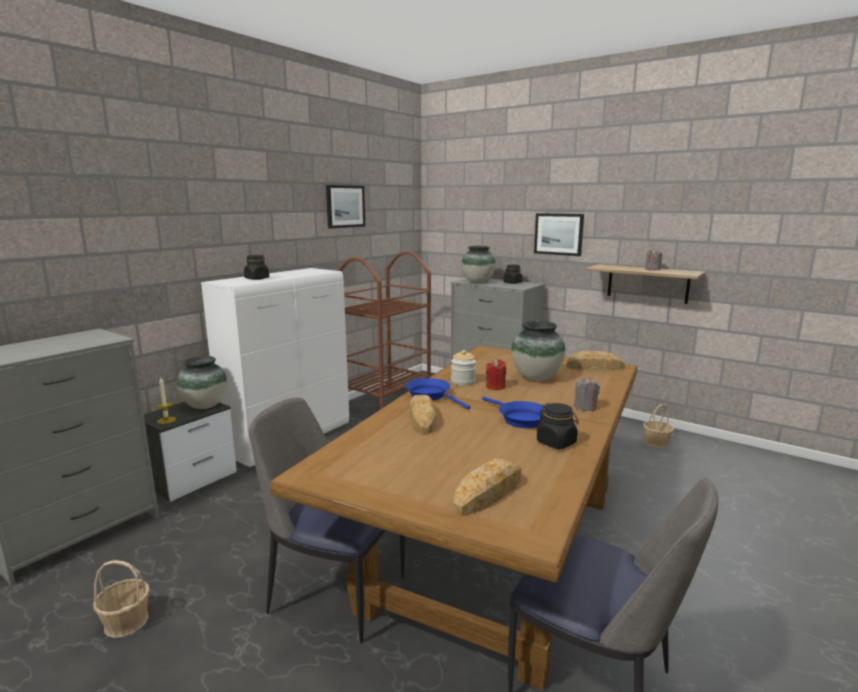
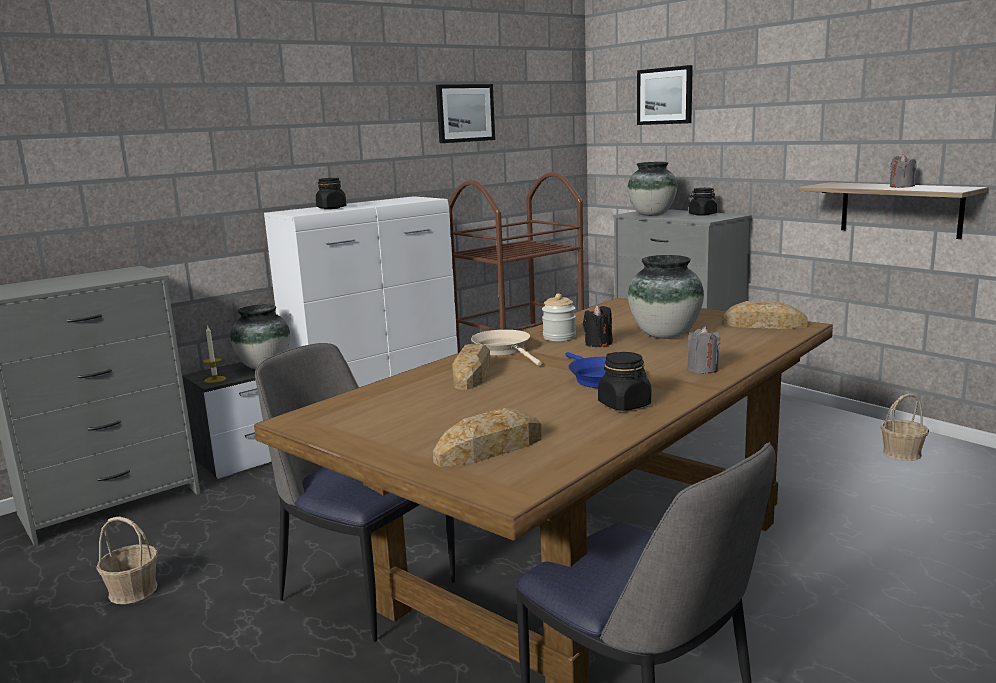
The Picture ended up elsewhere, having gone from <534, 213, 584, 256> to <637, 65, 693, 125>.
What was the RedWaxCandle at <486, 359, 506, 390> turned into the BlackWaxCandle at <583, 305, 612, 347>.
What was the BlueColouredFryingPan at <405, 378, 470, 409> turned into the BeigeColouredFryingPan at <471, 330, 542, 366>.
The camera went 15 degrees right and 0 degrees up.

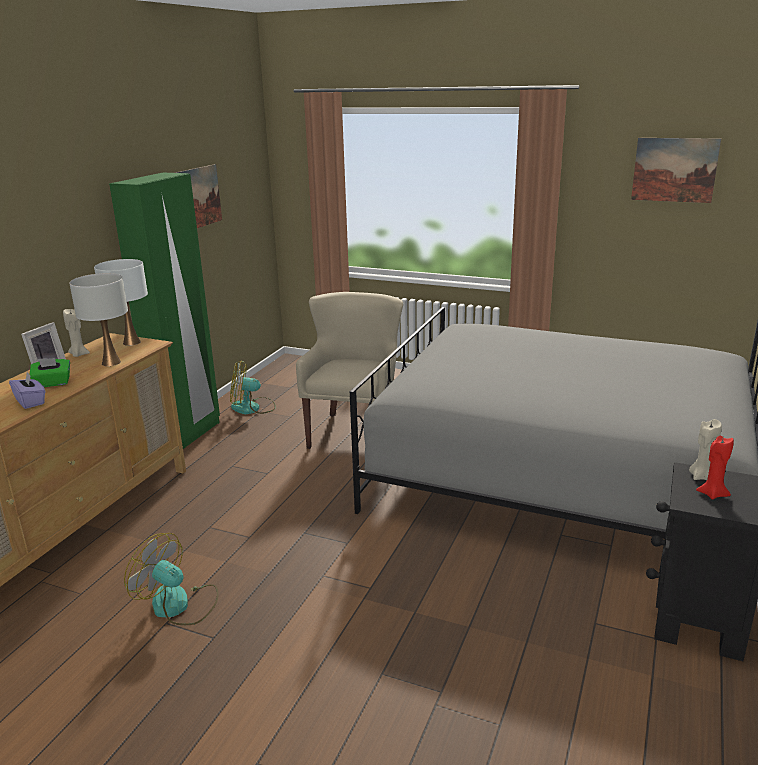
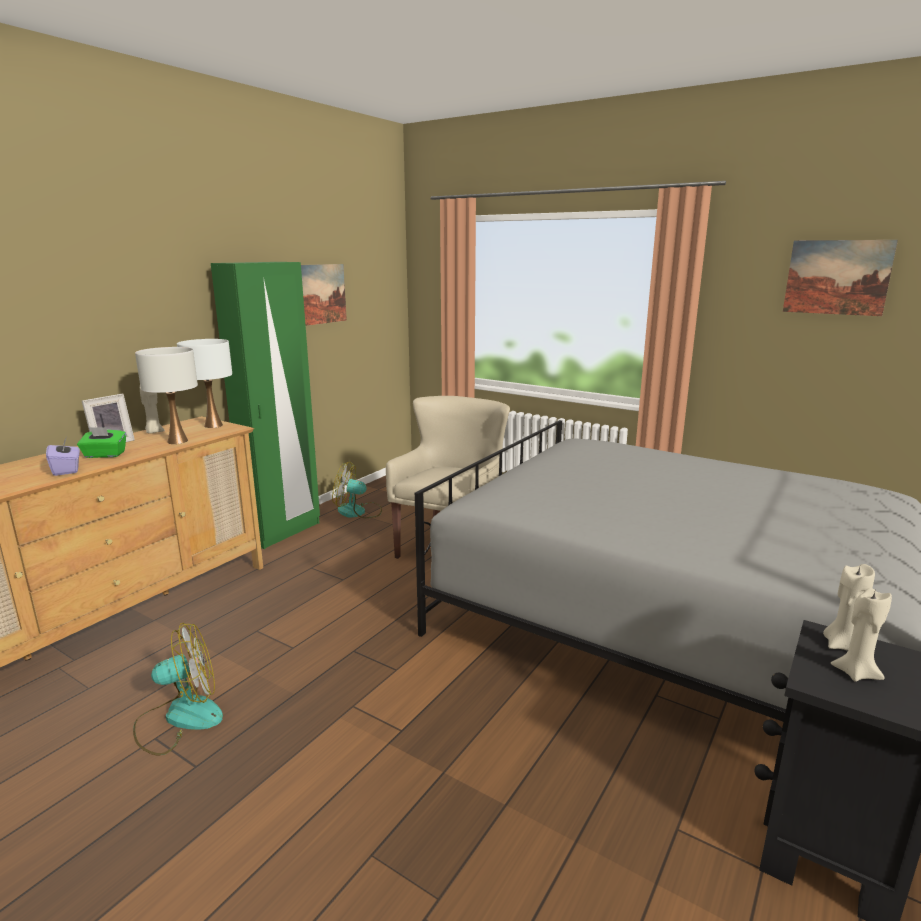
What was the RedWaxCandle at <696, 436, 734, 500> turned into the BeigeColouredWaxCandle at <831, 588, 892, 682>.
The ElectricFan at <124, 533, 219, 625> ended up facing another way, 120 degrees clockwise from before.
The camera went 10 degrees right and 5 degrees down.

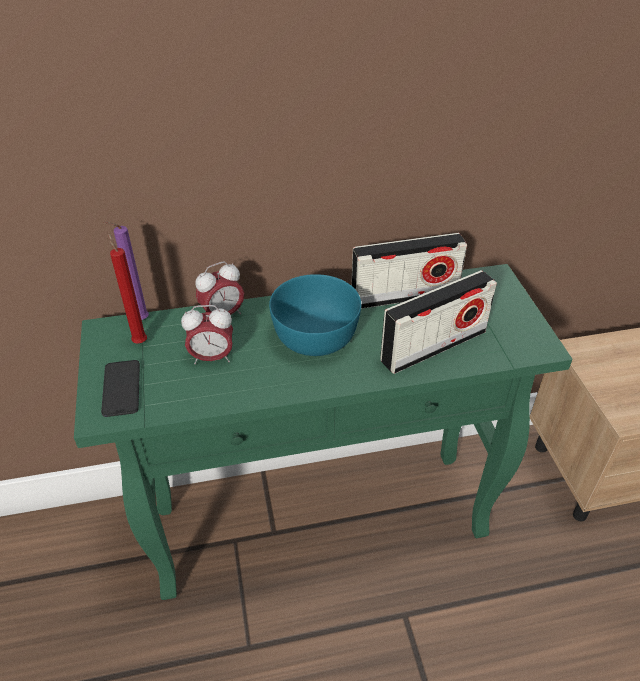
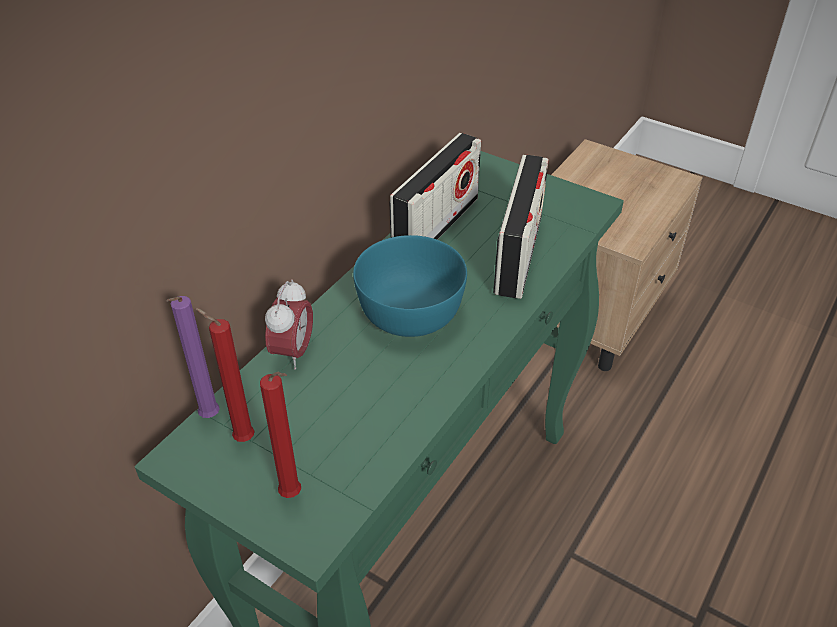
The second view lost the TableClock at <181, 305, 233, 364>.
Where the Telephone stood at <101, 360, 140, 417>, the RedWaxCandle came to stand at <260, 372, 301, 498>.
The camera went 45 degrees left and 0 degrees up.

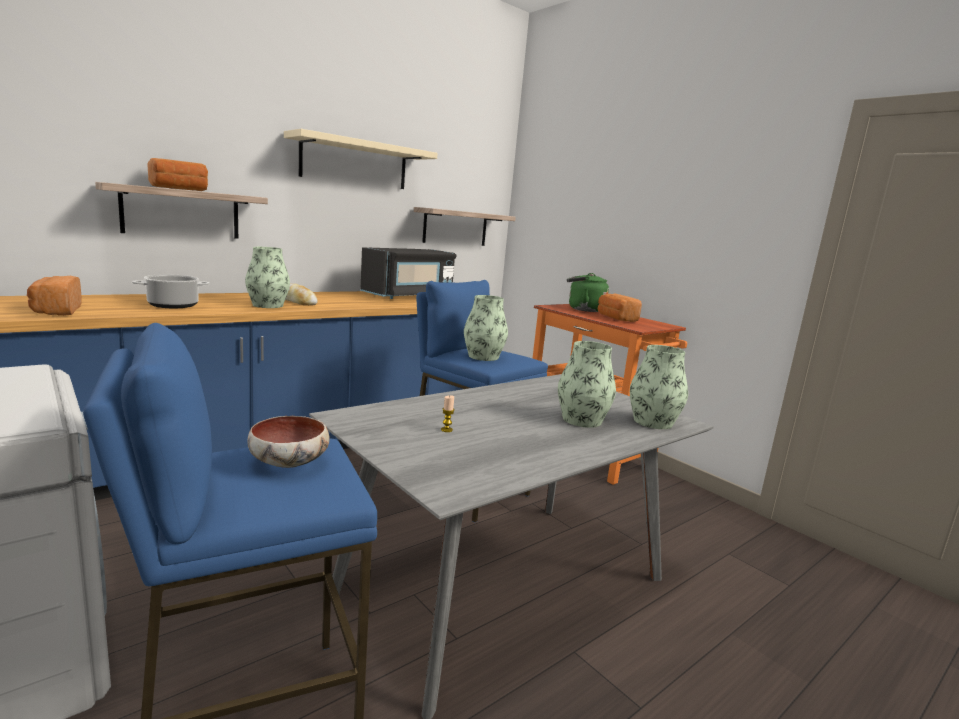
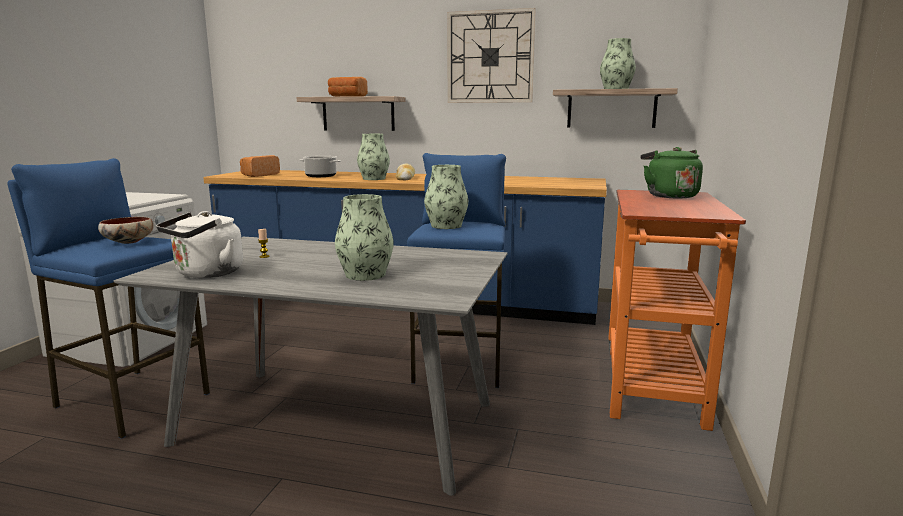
Where the BeigeColouredShelf hung at <284, 129, 438, 189>, the HangingClock came to hang at <448, 8, 536, 103>.
The second view lost the BlackKitchenMicrowave at <360, 247, 457, 299>.
The second view lost the Bread at <598, 293, 642, 322>.
The Vase ended up elsewhere, having gone from <630, 345, 688, 429> to <600, 38, 636, 89>.
The second view gained the WhiteColouredTeaKettle at <156, 211, 243, 278>.
The camera went 55 degrees right and 0 degrees up.

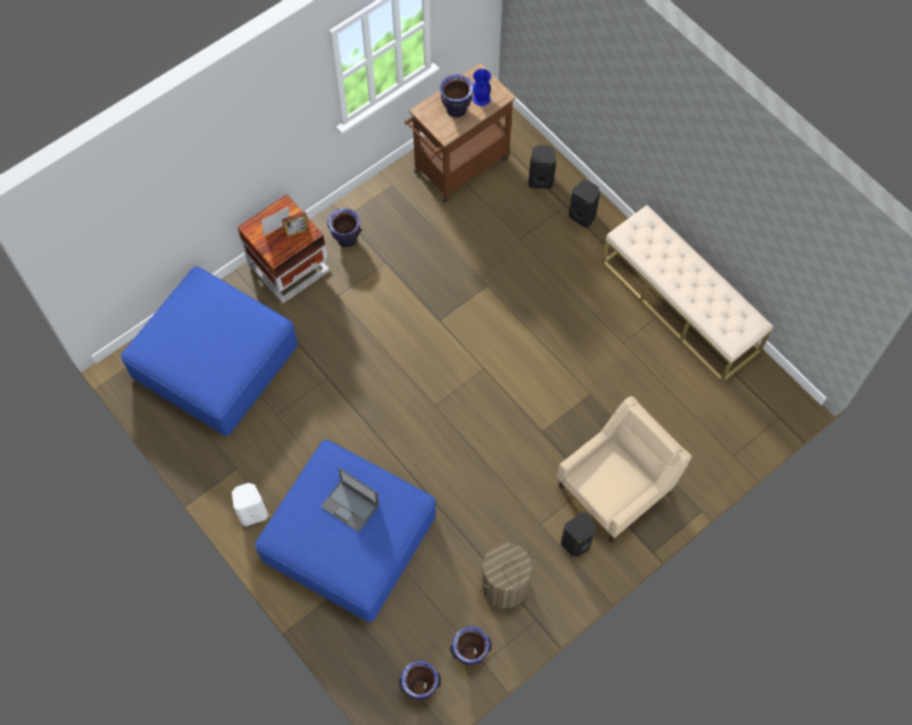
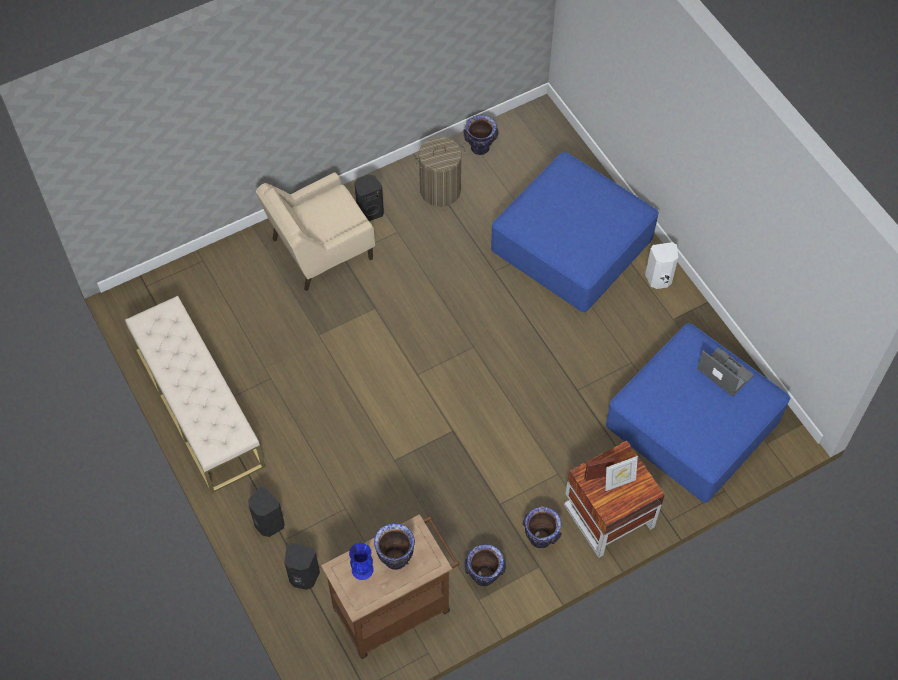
The PortableComputer ended up elsewhere, having gone from <321, 468, 379, 532> to <697, 347, 754, 397>.
The Vase ended up elsewhere, having gone from <399, 660, 441, 700> to <464, 544, 506, 586>.
The camera went 170 degrees left and 5 degrees down.

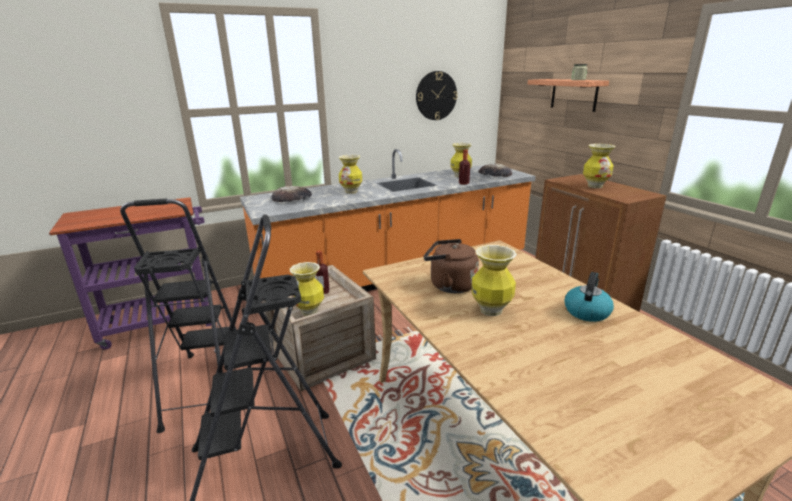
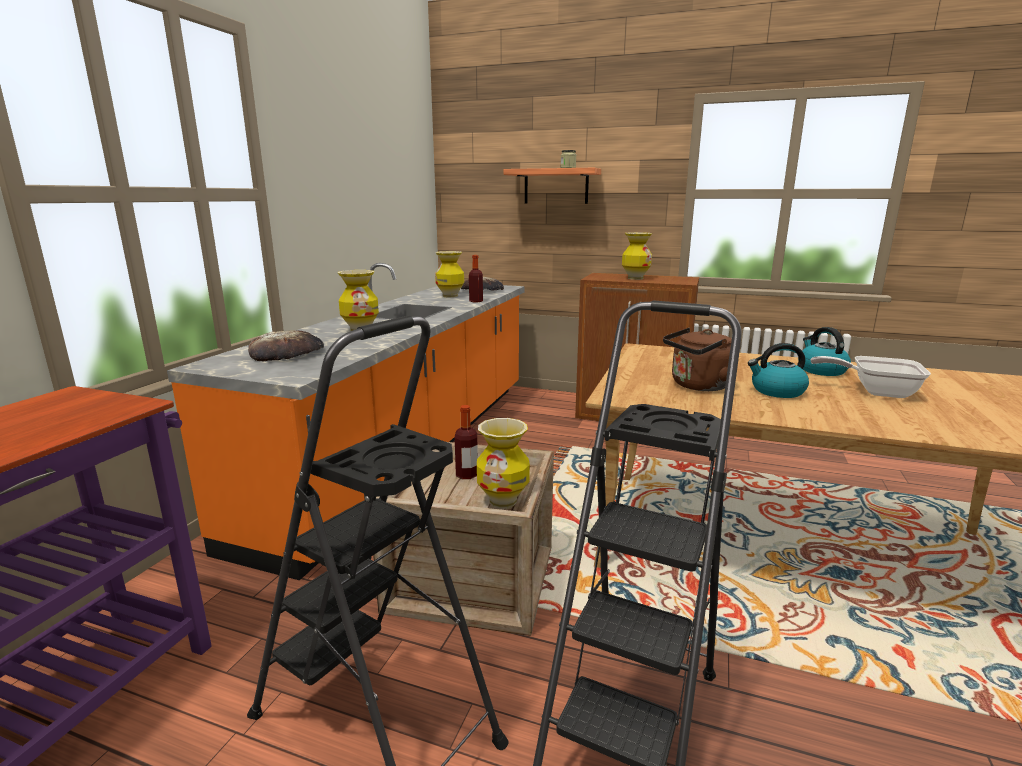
The second view lost the HangingClock at <416, 71, 458, 120>.
Where the Vase stood at <471, 245, 517, 316>, the TeaKettle came to stand at <748, 343, 809, 398>.
The second view gained the FryingPan at <810, 356, 931, 398>.
The camera went 45 degrees left and 5 degrees down.

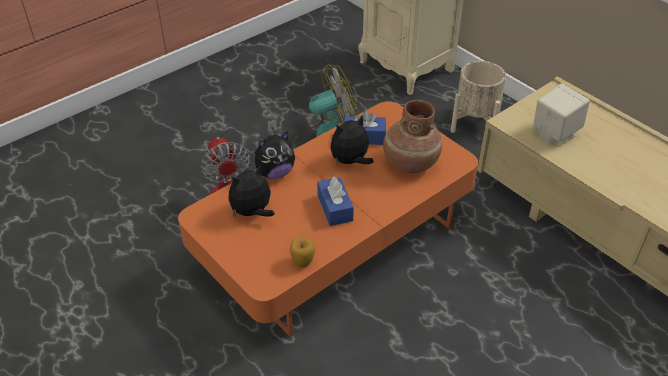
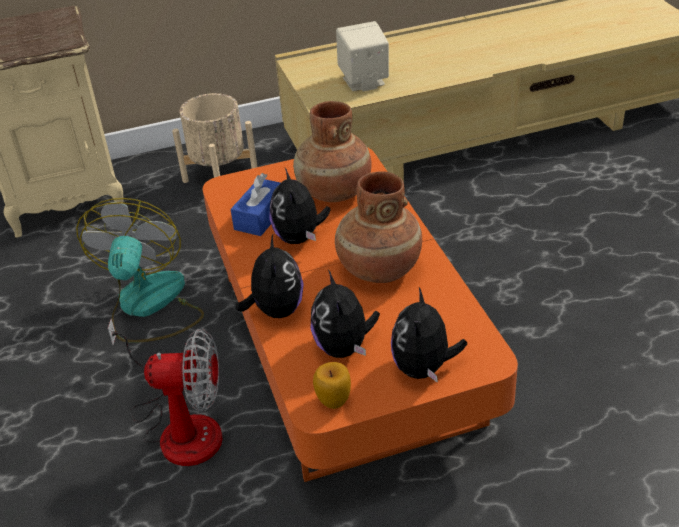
Where the BlueColouredTissueBox stood at <317, 176, 354, 226>, the BrownVase came to stand at <335, 172, 422, 283>.
The AppleFruit ended up elsewhere, having gone from <290, 237, 315, 267> to <313, 362, 351, 409>.
The second view gained the CuddlyToy at <391, 288, 467, 383>.
The camera went 65 degrees left and 5 degrees down.

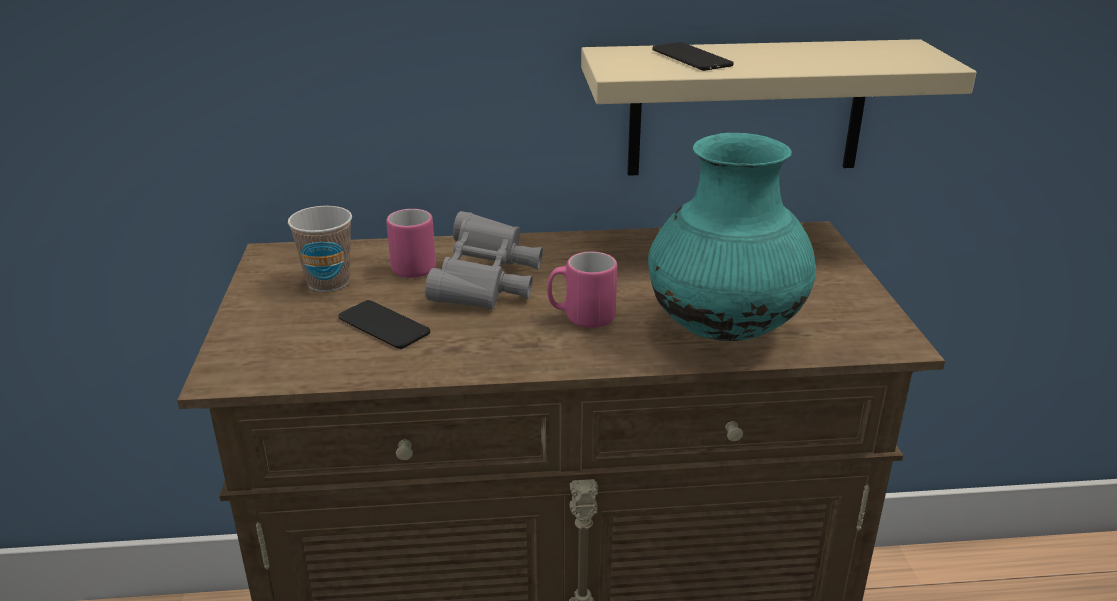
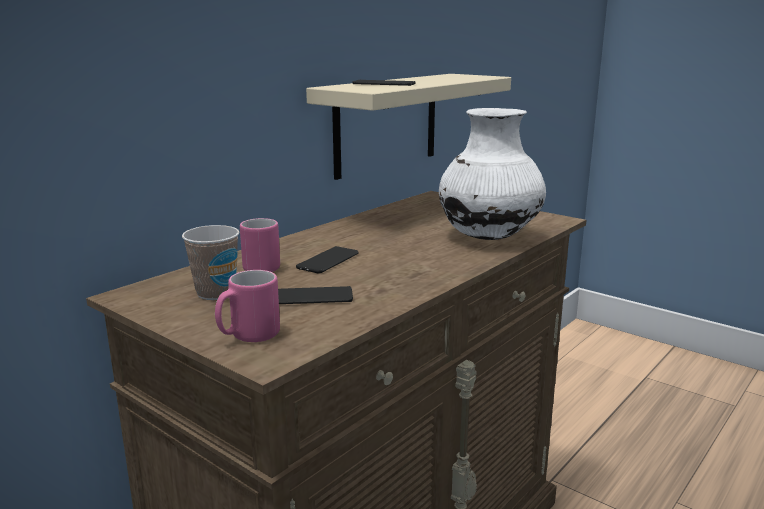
What was the TurquoiseColouredVase at <648, 133, 816, 341> turned into the WhiteColouredVase at <439, 108, 546, 240>.
Where the GrayFieldGlasses stood at <425, 211, 543, 310>, the Telephone came to stand at <296, 246, 358, 274>.
The PinkColouredTeaMug ended up elsewhere, having gone from <547, 252, 617, 328> to <215, 270, 280, 342>.
The camera went 45 degrees left and 10 degrees down.

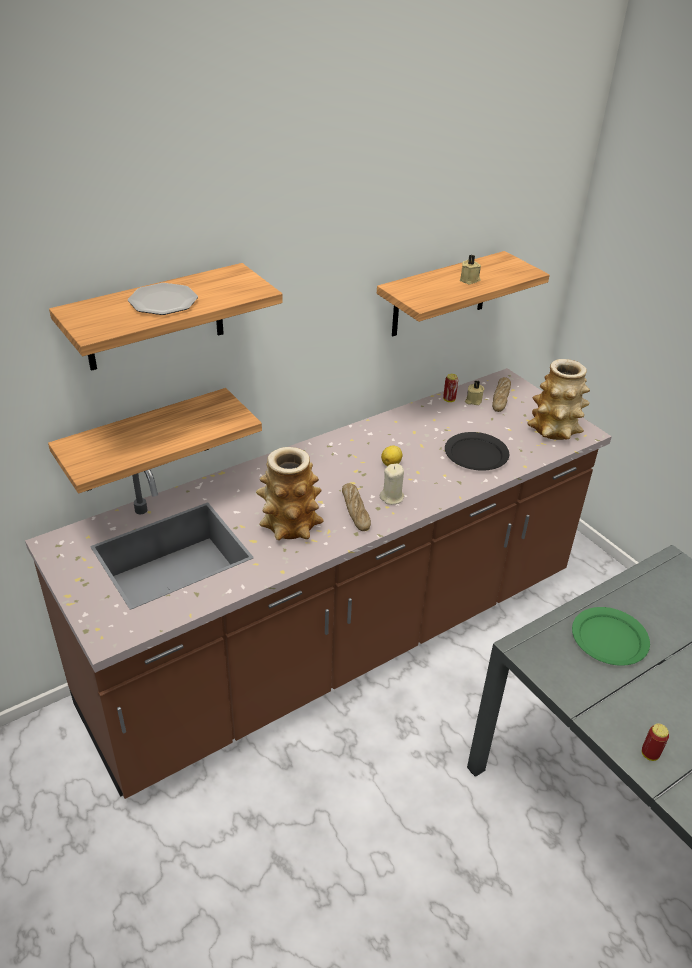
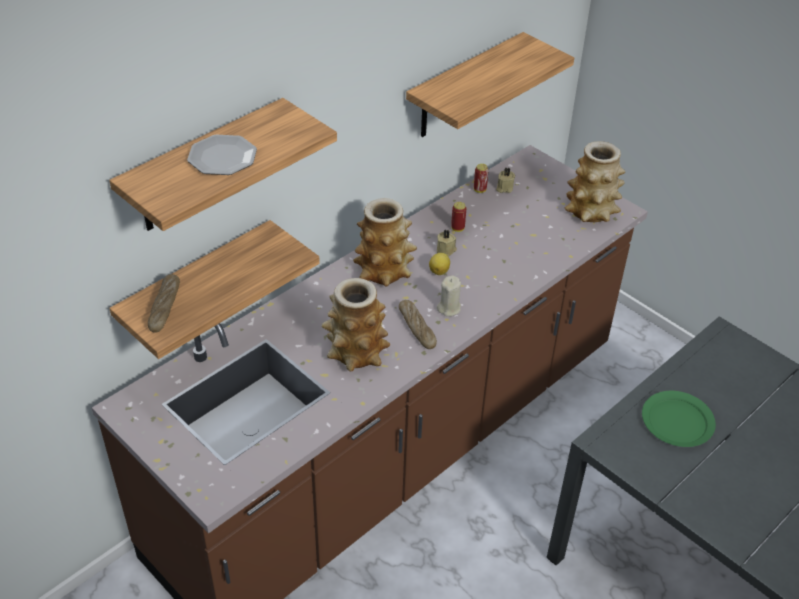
The BeigeColouredWaxCandle ended up elsewhere, having gone from <460, 255, 481, 284> to <437, 229, 457, 256>.
The Bread ended up elsewhere, having gone from <492, 377, 511, 412> to <148, 274, 180, 333>.
The second view lost the BlackPlate at <445, 432, 509, 471>.
The Can ended up elsewhere, having gone from <642, 723, 669, 761> to <451, 202, 466, 232>.
The second view gained the Vase at <353, 198, 417, 287>.
The camera went 10 degrees left and 5 degrees up.

